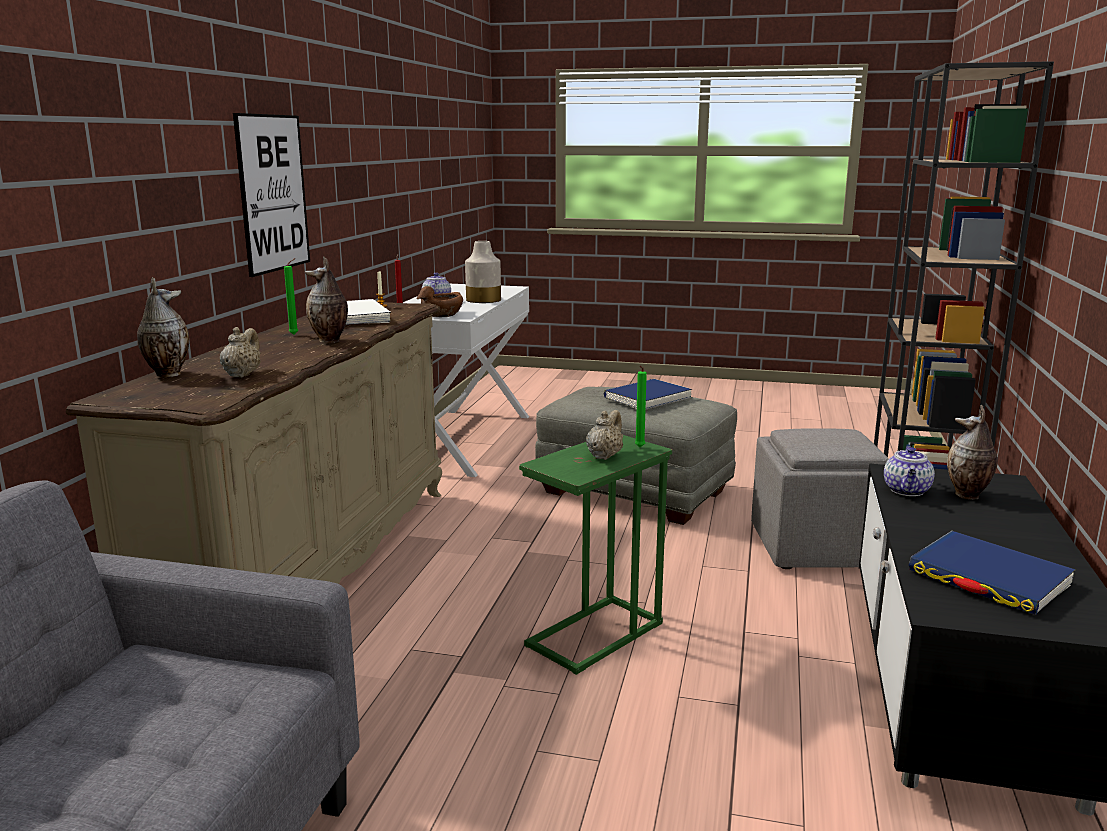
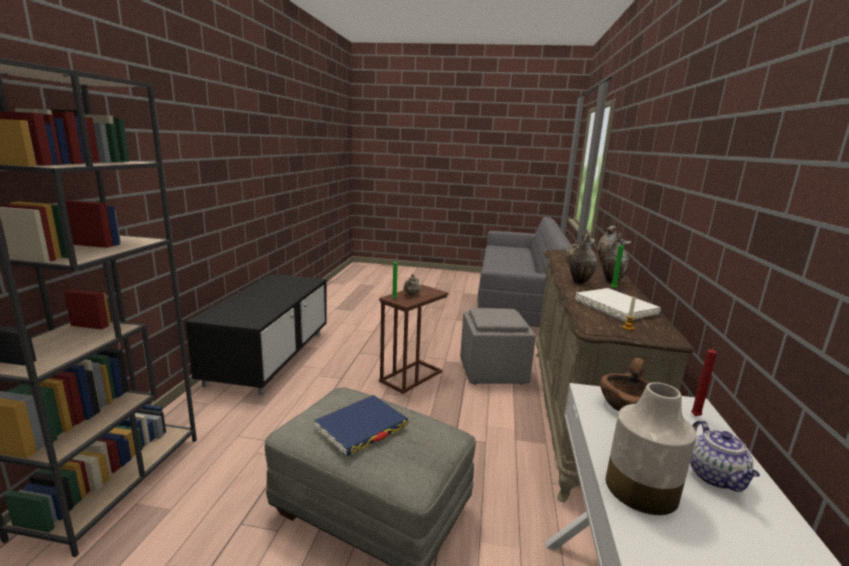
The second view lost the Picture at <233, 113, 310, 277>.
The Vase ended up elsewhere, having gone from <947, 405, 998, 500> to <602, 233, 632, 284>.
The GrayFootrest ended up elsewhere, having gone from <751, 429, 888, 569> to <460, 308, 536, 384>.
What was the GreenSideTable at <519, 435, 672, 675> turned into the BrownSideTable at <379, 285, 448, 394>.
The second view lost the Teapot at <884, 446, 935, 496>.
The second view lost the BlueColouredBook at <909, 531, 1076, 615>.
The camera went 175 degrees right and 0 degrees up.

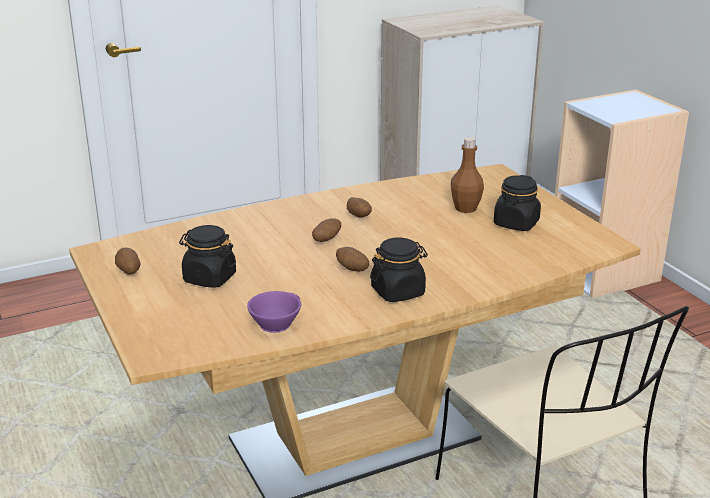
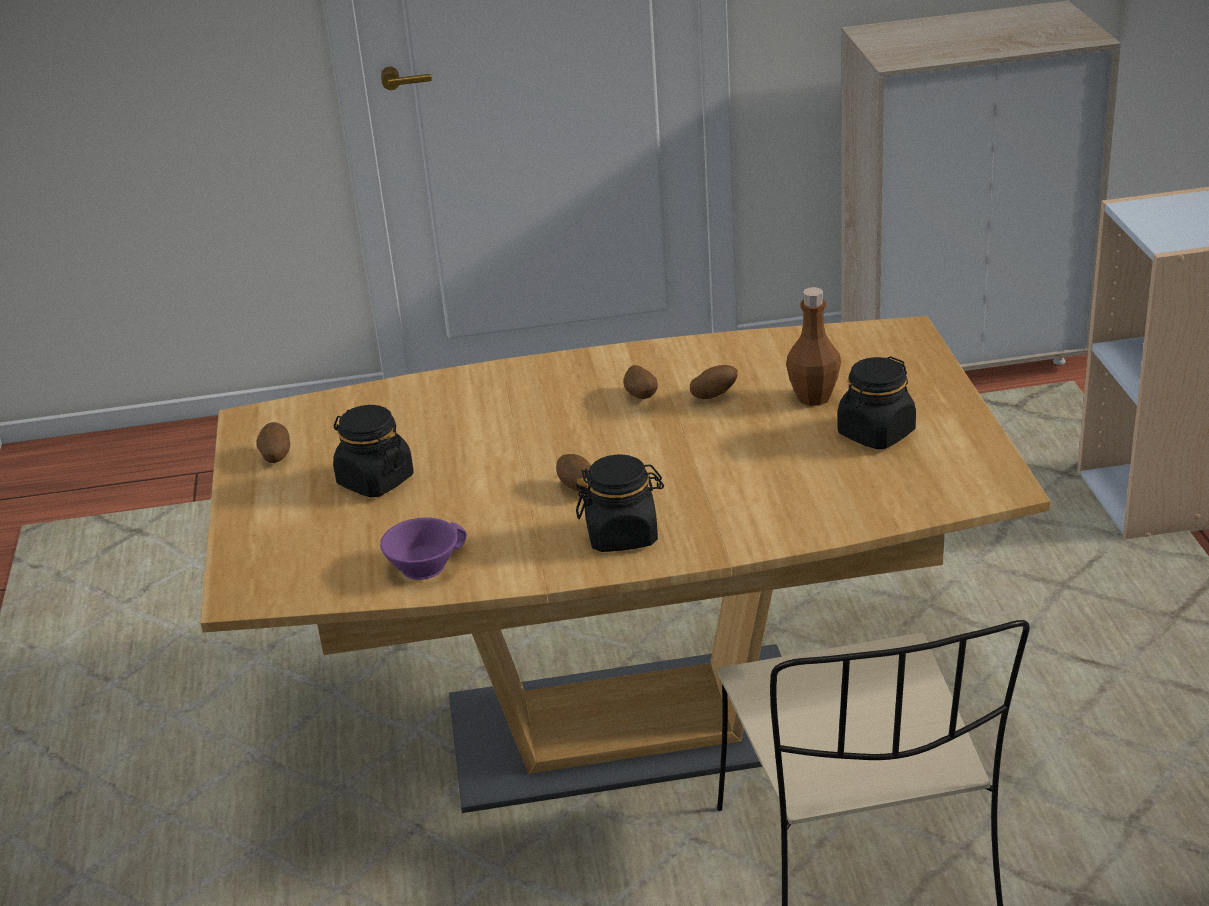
The Potato ended up elsewhere, having gone from <312, 218, 341, 242> to <690, 365, 738, 399>.
The camera went 20 degrees right and 5 degrees up.

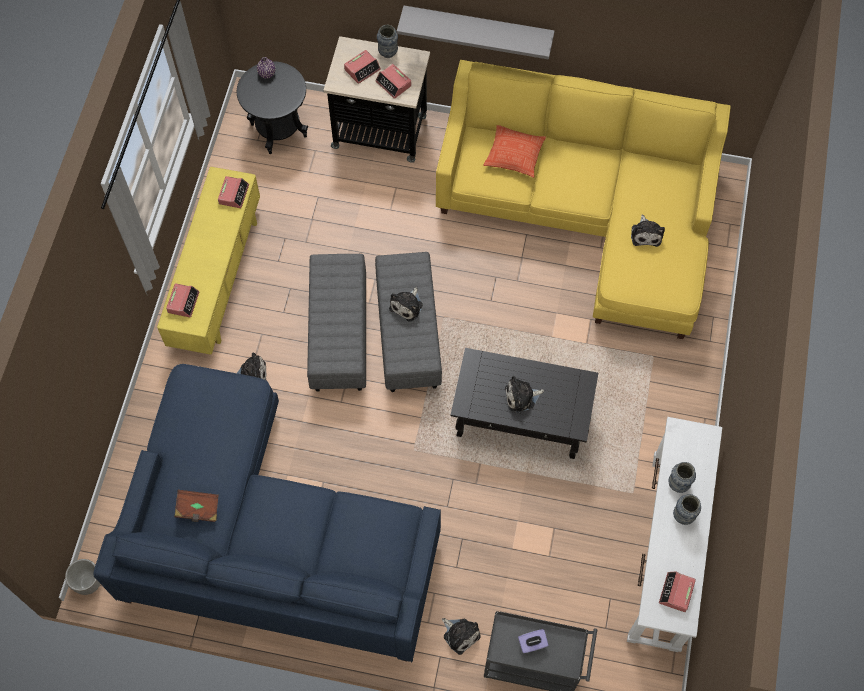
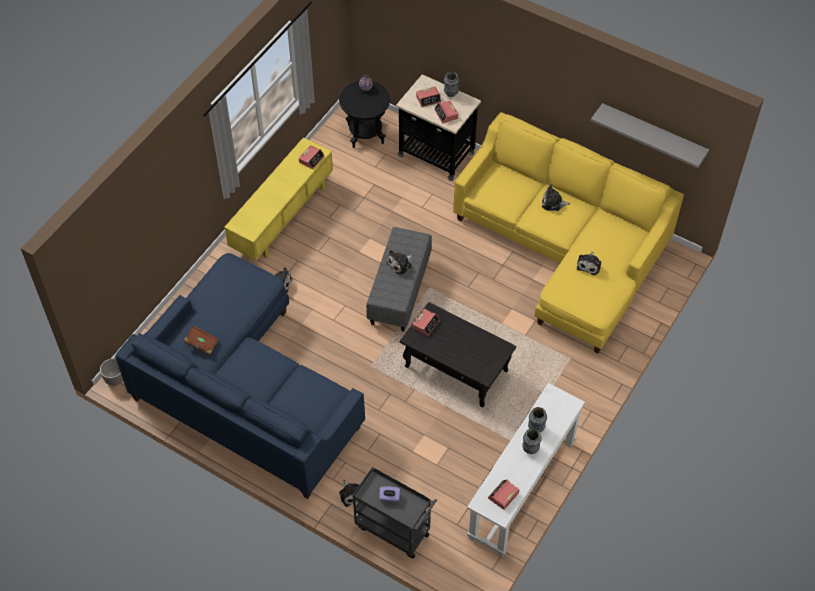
The GrayShelf ended up elsewhere, having gone from <397, 6, 555, 59> to <591, 103, 709, 168>.
The second view lost the OrangePillow at <483, 125, 546, 178>.
The second view lost the GrayFootrest at <307, 254, 366, 391>.
The TableClock ended up elsewhere, having gone from <166, 283, 199, 318> to <413, 309, 440, 336>.
The CuddlyToy ended up elsewhere, having gone from <505, 376, 544, 413> to <542, 184, 570, 211>.
The camera went 20 degrees right and 10 degrees down.

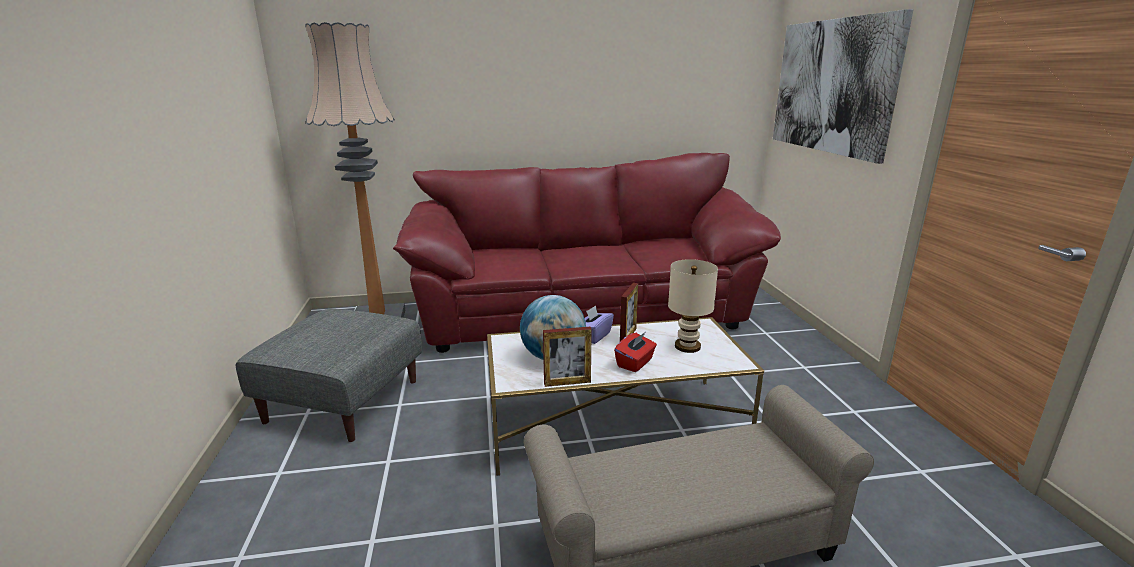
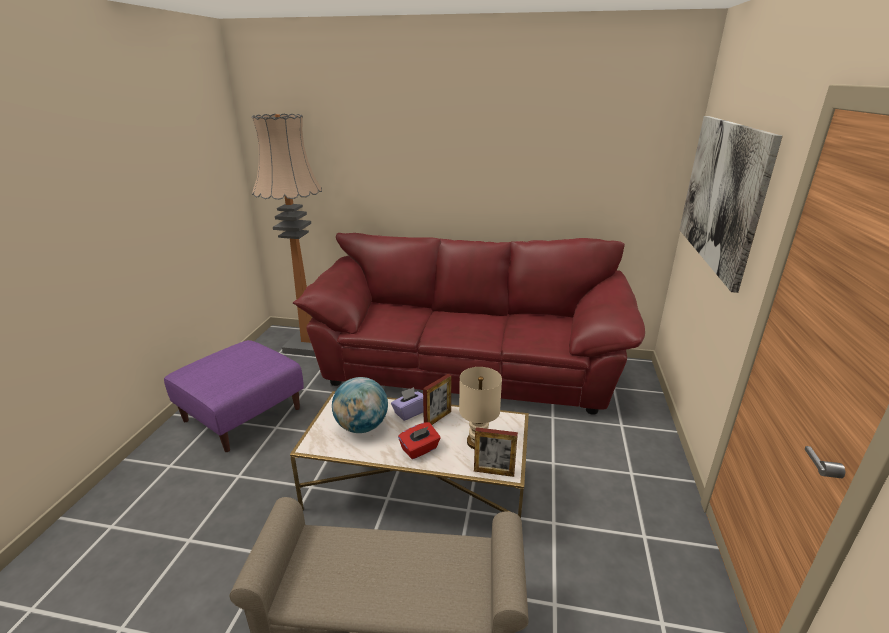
What was the GrayFootrest at <236, 309, 422, 442> turned into the PurplishFootrest at <164, 340, 304, 452>.
The StandingFrame ended up elsewhere, having gone from <543, 327, 592, 387> to <474, 427, 518, 477>.
The camera went 20 degrees right and 5 degrees up.

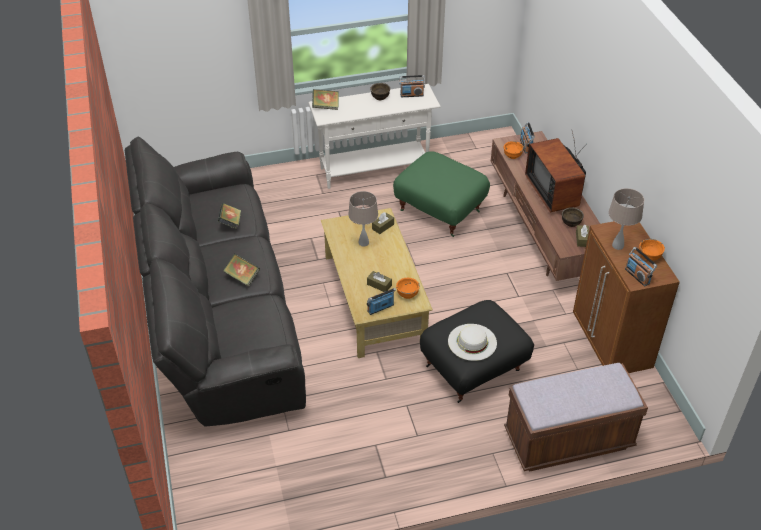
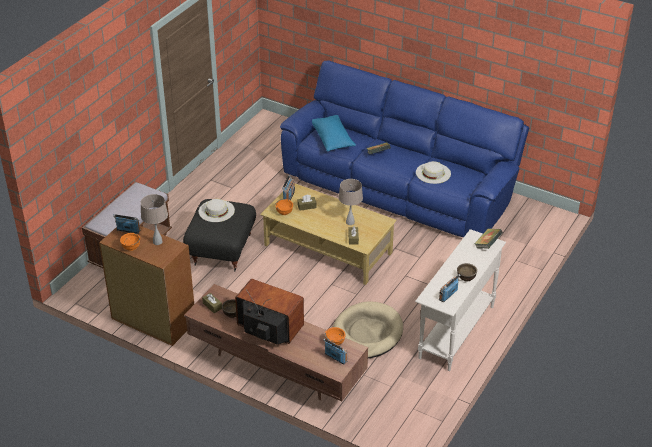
What was the GraySettee at <125, 137, 306, 426> turned into the BlueColouredSettee at <280, 61, 530, 238>.
Where the GreenFootrest stood at <393, 151, 490, 237>, the BeigeColouredPetBed came to stand at <333, 301, 403, 358>.
Where the Book stood at <218, 203, 241, 229>, the WhiteColouredClothingHat came to stand at <416, 161, 451, 184>.
The second view gained the BlueColouredPillow at <312, 115, 356, 152>.
The camera went 135 degrees right and 5 degrees down.

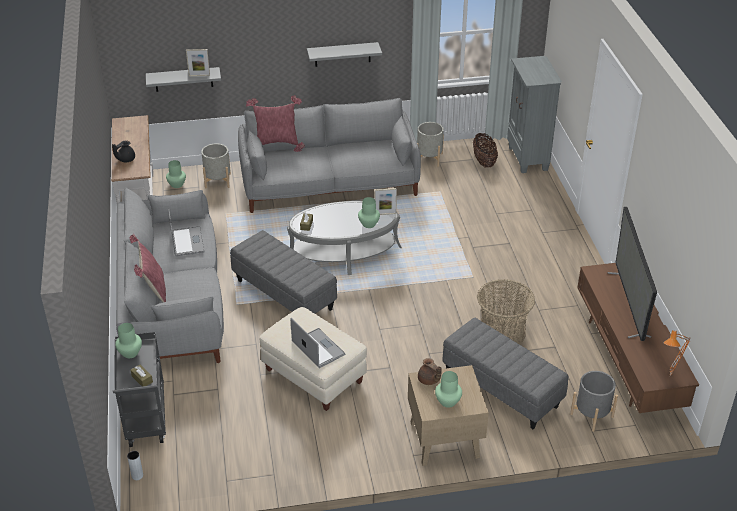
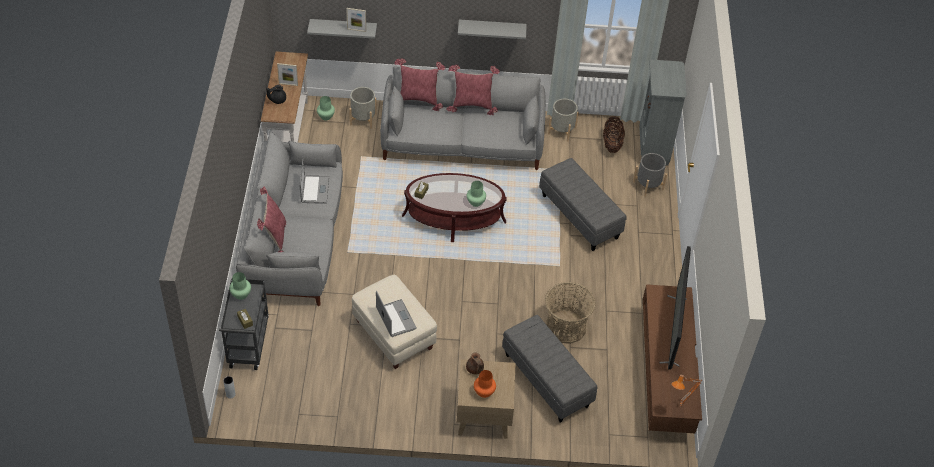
The StandingFrame ended up elsewhere, having gone from <374, 188, 397, 215> to <277, 63, 298, 86>.
What was the GrayLoungeTable at <287, 201, 402, 275> turned into the BrownLoungeTable at <402, 173, 507, 242>.
The GrayFootrest ended up elsewhere, having gone from <230, 230, 337, 314> to <539, 158, 627, 251>.
What was the GreenVase at <435, 371, 462, 408> turned into the OrangeVase at <474, 370, 496, 398>.
The GrayFlowerPot ended up elsewhere, having gone from <570, 371, 618, 432> to <633, 153, 667, 197>.
The second view gained the RedPillow at <446, 65, 500, 116>.
The camera went 10 degrees right and 10 degrees up.

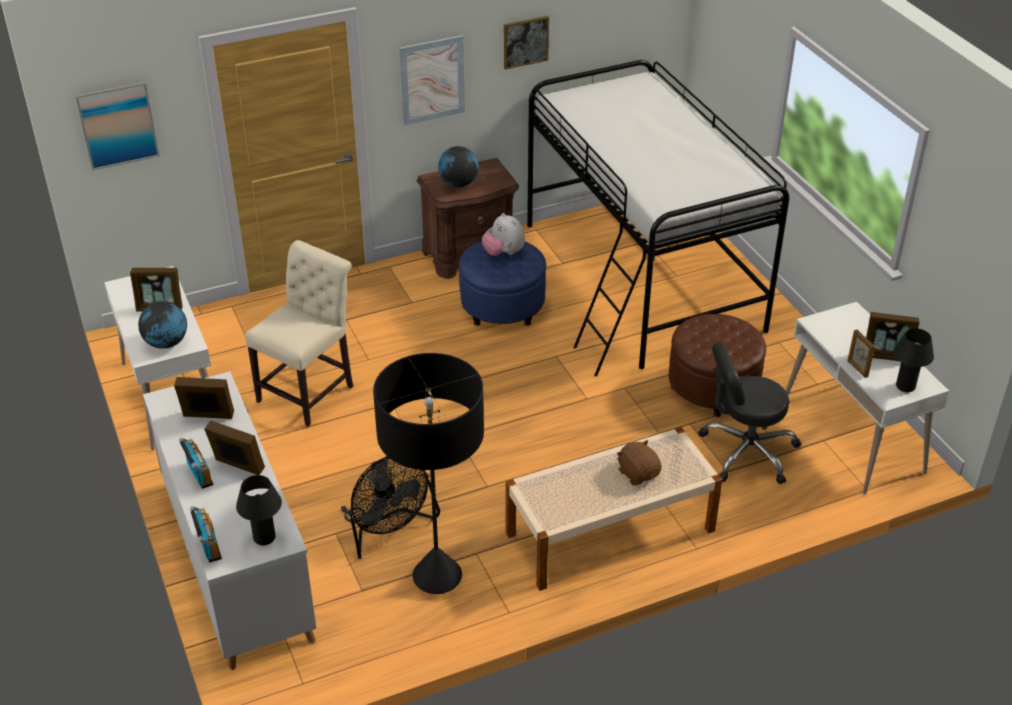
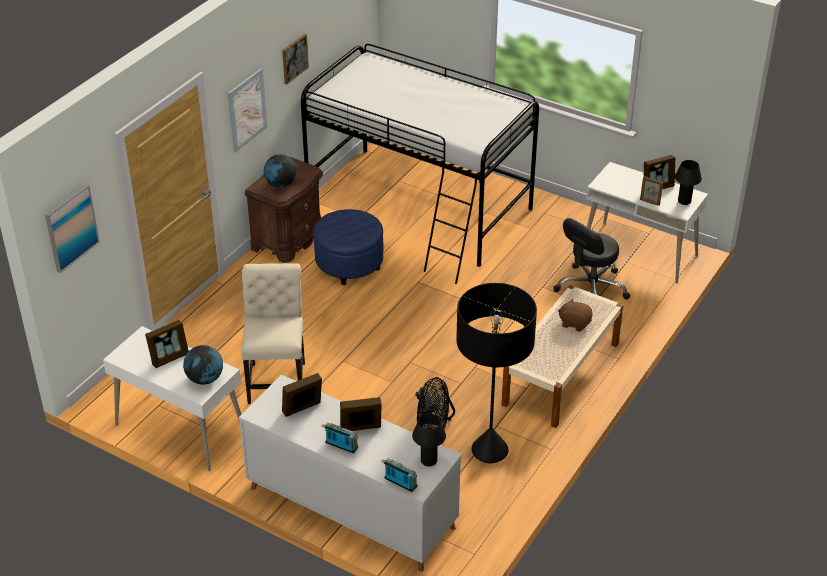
The second view lost the CuddlyToy at <482, 213, 525, 256>.
The second view lost the BrownFootrest at <668, 314, 766, 417>.
The camera went 35 degrees left and 0 degrees up.

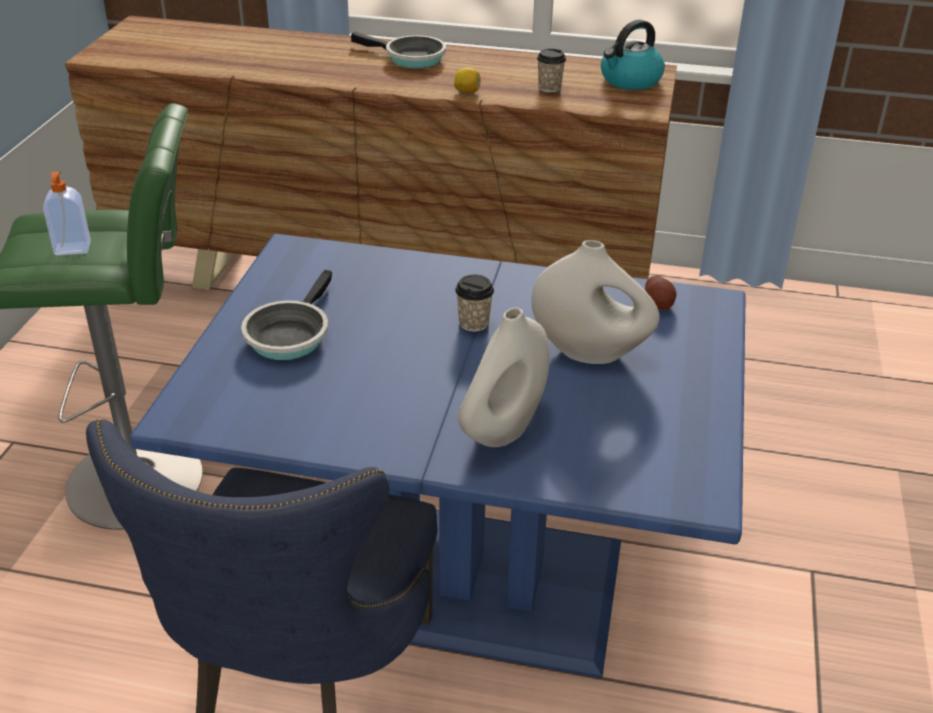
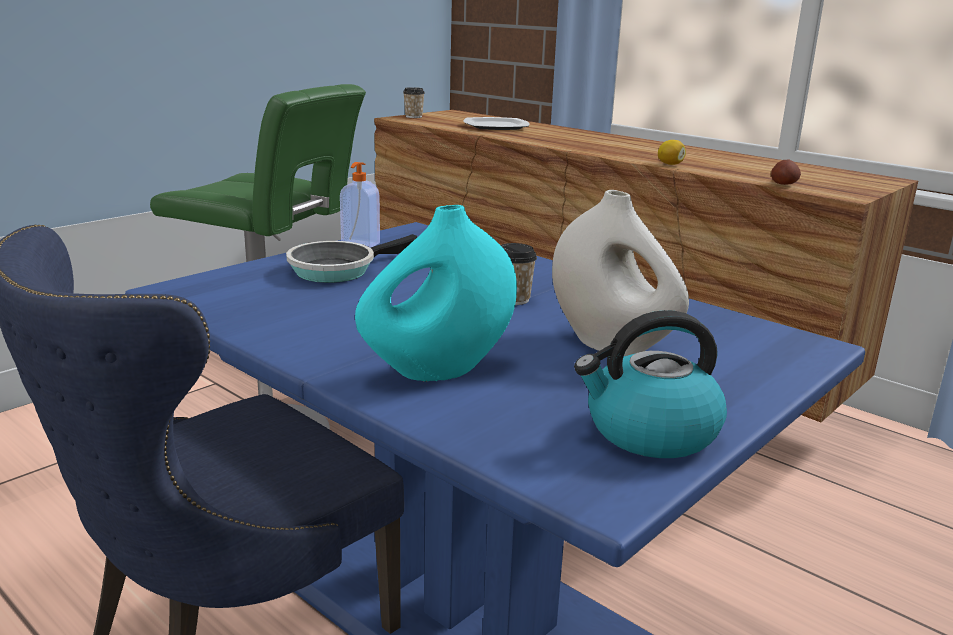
The TeaKettle ended up elsewhere, having gone from <601, 20, 665, 90> to <574, 310, 727, 458>.
The second view lost the FryingPan at <351, 32, 446, 68>.
The SmallCup ended up elsewhere, having gone from <537, 48, 566, 92> to <403, 87, 425, 118>.
The SoapBottle ended up elsewhere, having gone from <43, 172, 91, 255> to <340, 162, 380, 248>.
The Potato ended up elsewhere, having gone from <645, 276, 677, 310> to <771, 160, 801, 185>.
What was the WhiteColouredVase at <458, 307, 550, 447> turned into the TurquoiseColouredVase at <355, 205, 517, 382>.
The second view gained the Plate at <463, 117, 530, 130>.
The camera went 30 degrees right and 15 degrees down.

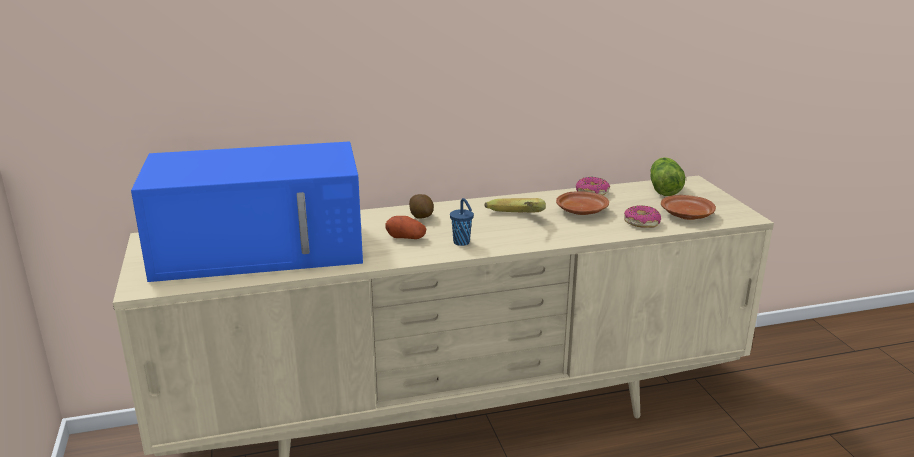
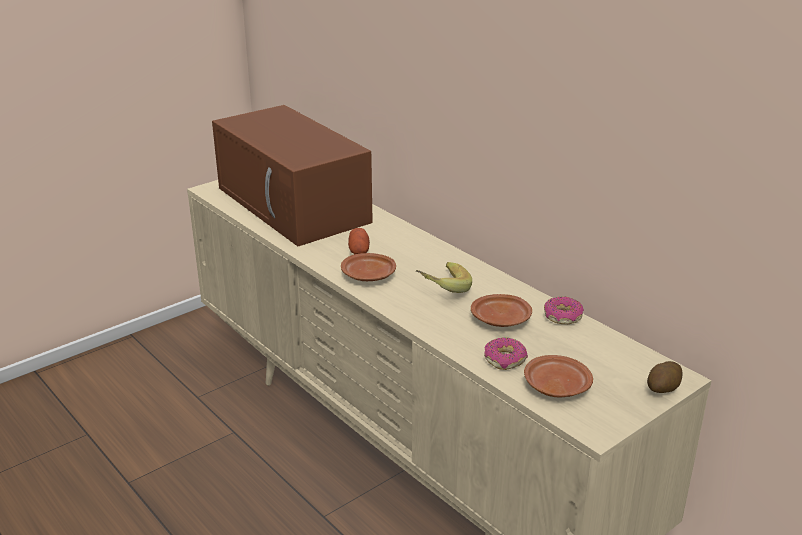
What was the BlueColouredKitchenMicrowave at <131, 141, 363, 282> turned into the BrownKitchenMicrowave at <212, 105, 373, 246>.
The second view lost the LettuceHead at <650, 157, 685, 196>.
The Potato ended up elsewhere, having gone from <409, 194, 434, 219> to <647, 361, 682, 393>.
Where the BlueColouredSmallCup stood at <450, 198, 474, 246>, the BrownPlate came to stand at <341, 253, 396, 281>.
The camera went 65 degrees right and 5 degrees up.

